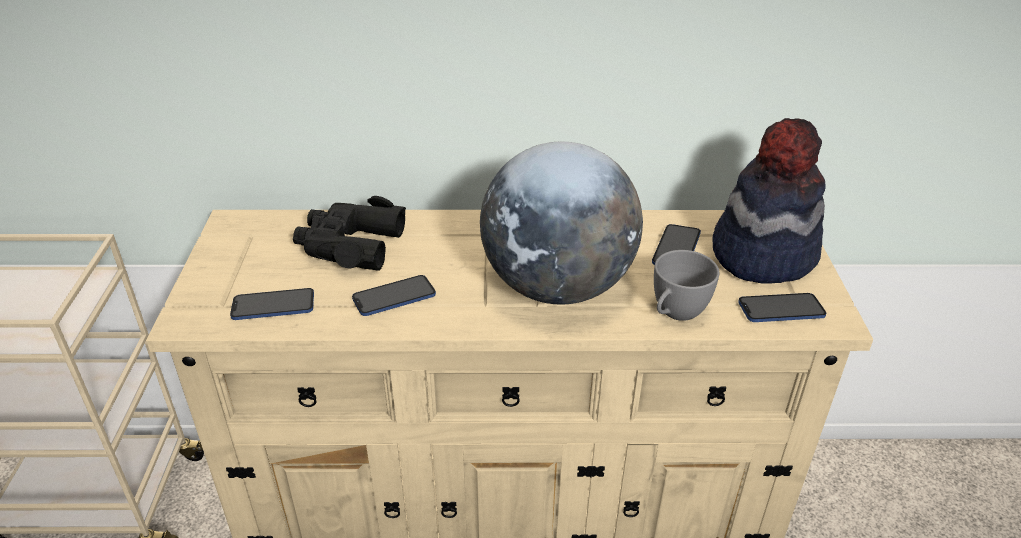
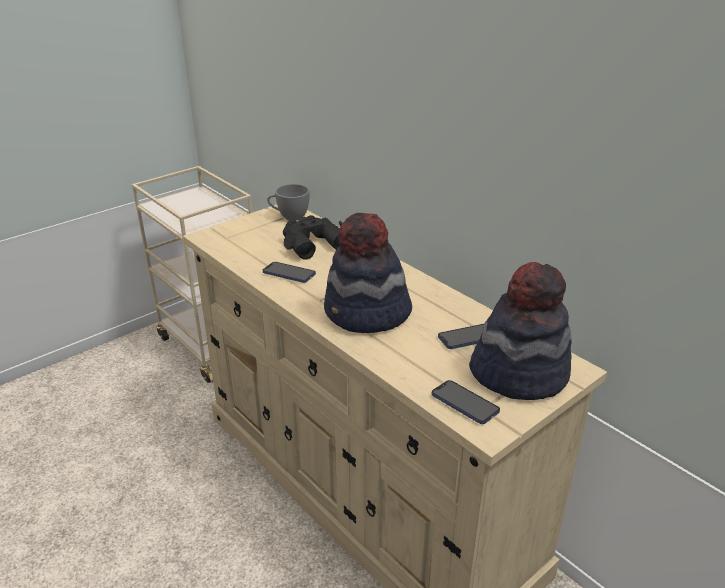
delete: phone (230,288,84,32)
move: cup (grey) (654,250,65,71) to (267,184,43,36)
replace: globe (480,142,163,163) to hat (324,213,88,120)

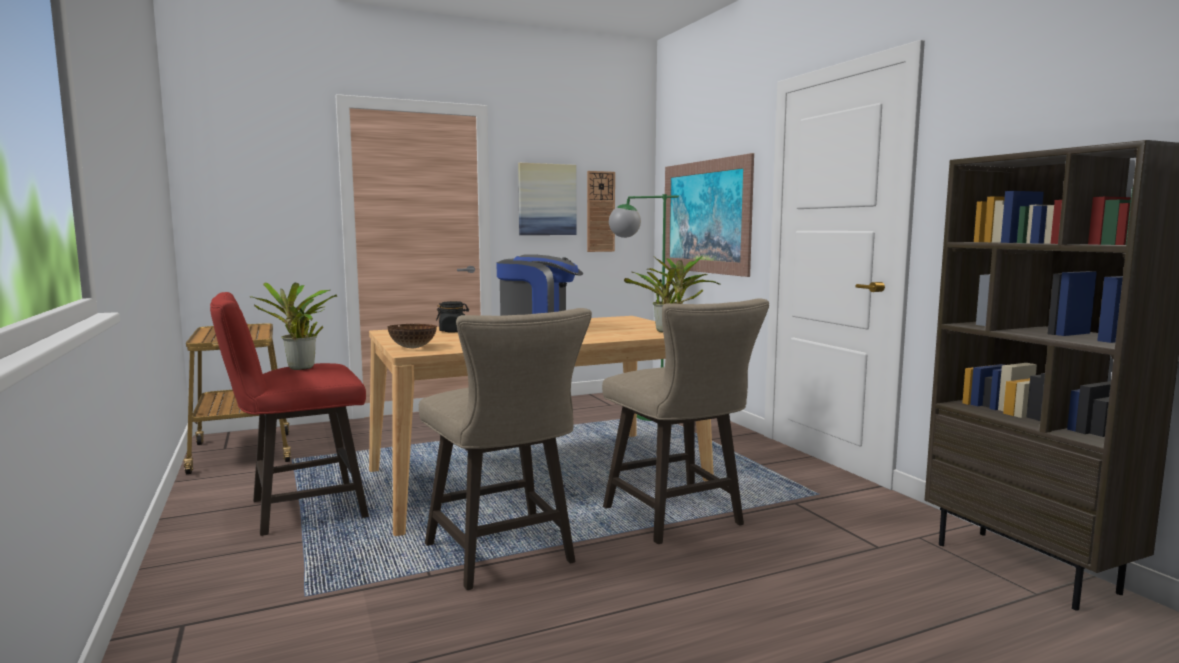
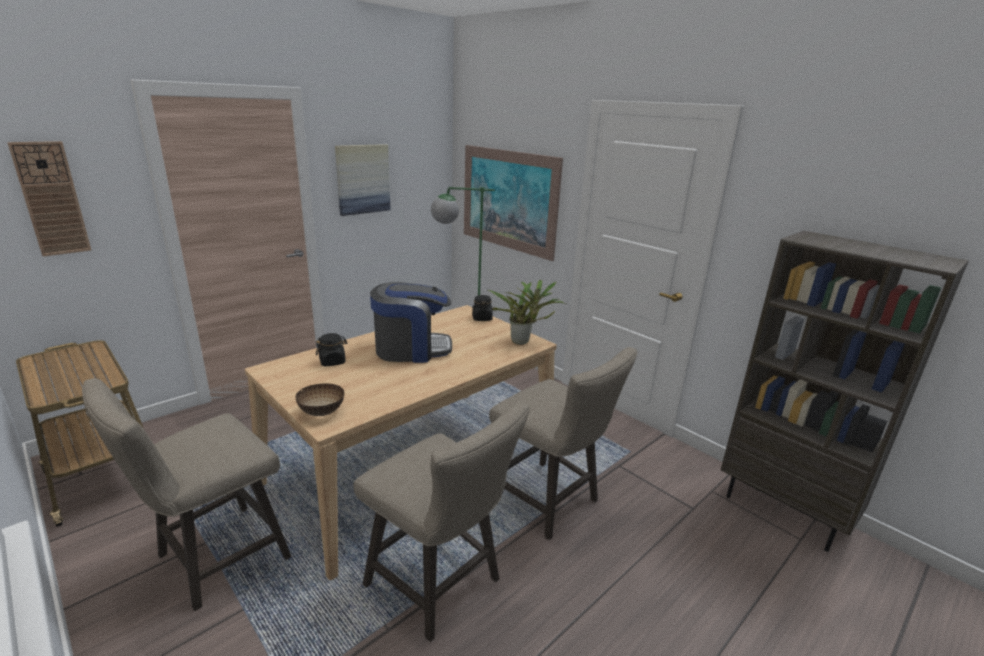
delete: potted plant (250,282,87,88)
insert: jar (black) (472,295,21,26)
move: wall clock (587,171,28,81) to (7,141,84,115)
recolor: stool (red) (210,292,159,244) to stool (beige) (82,378,209,233)

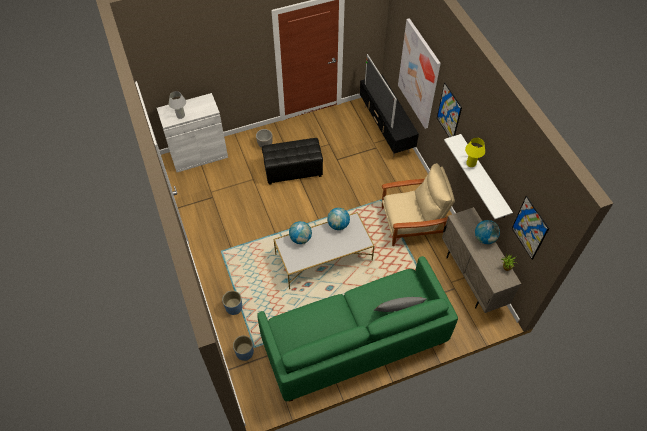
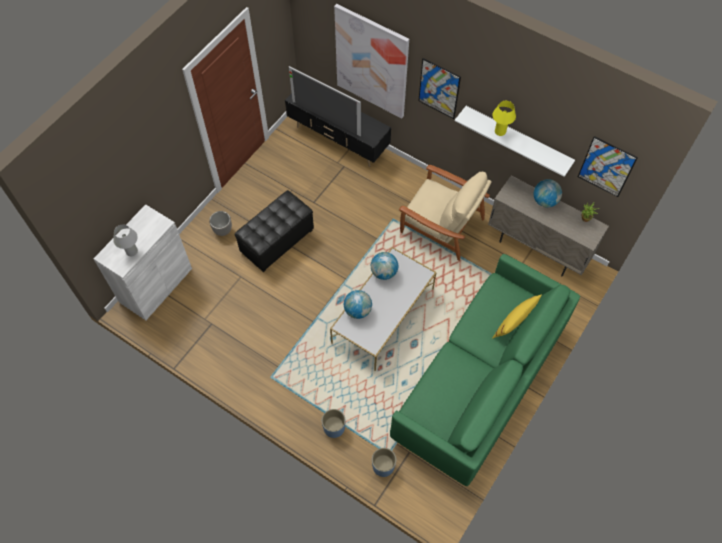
recolor: pillow (grey) (374,297,53,15) to pillow (yellow) (492,294,50,45)
rotate: armchair (beige) (382,163,73,83) = (399,165,93,96) 75 degrees clockwise

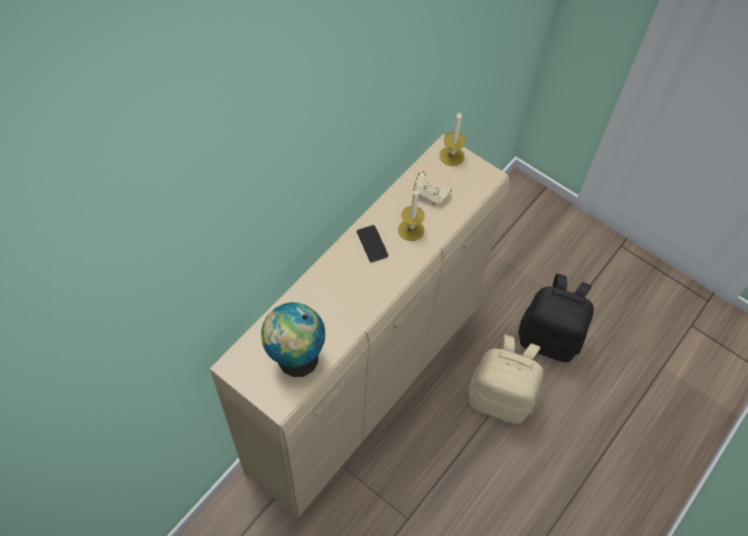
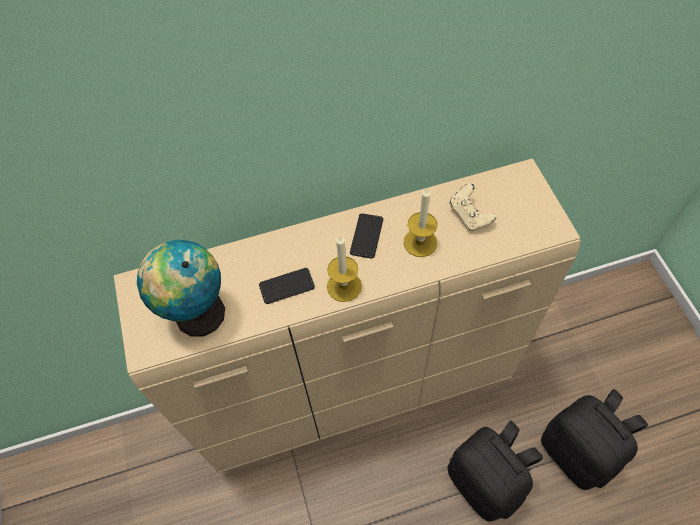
insert: phone (259,268,56,36)
move: candle (440,112,26,54) to (327,236,35,66)
recolor: backpack (beige) (468,335,75,89) to backpack (black) (448,420,95,102)

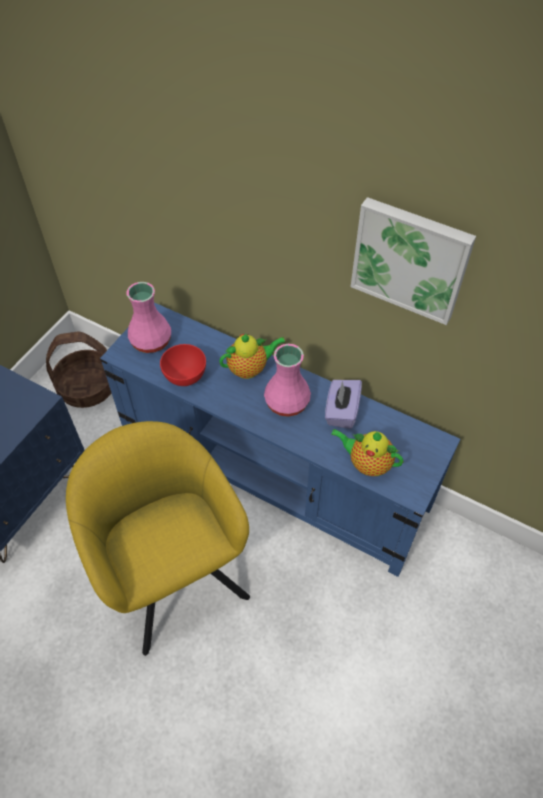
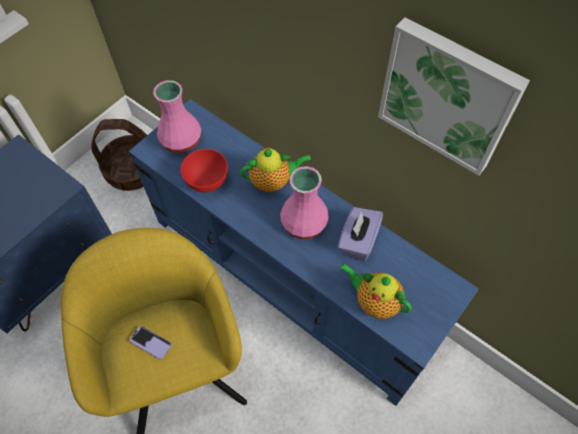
insert: phone (130,326,42,33)

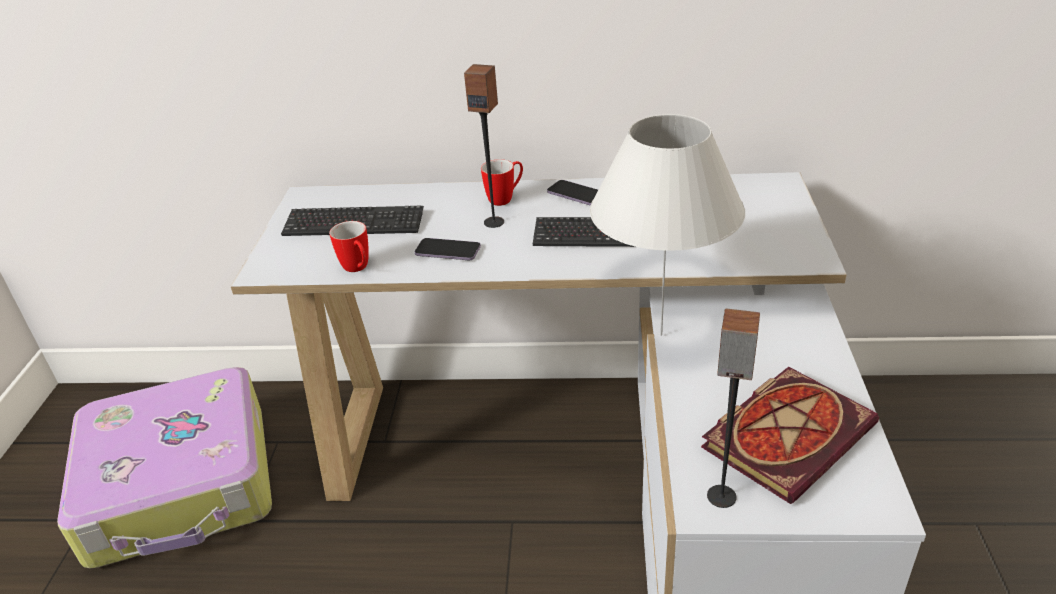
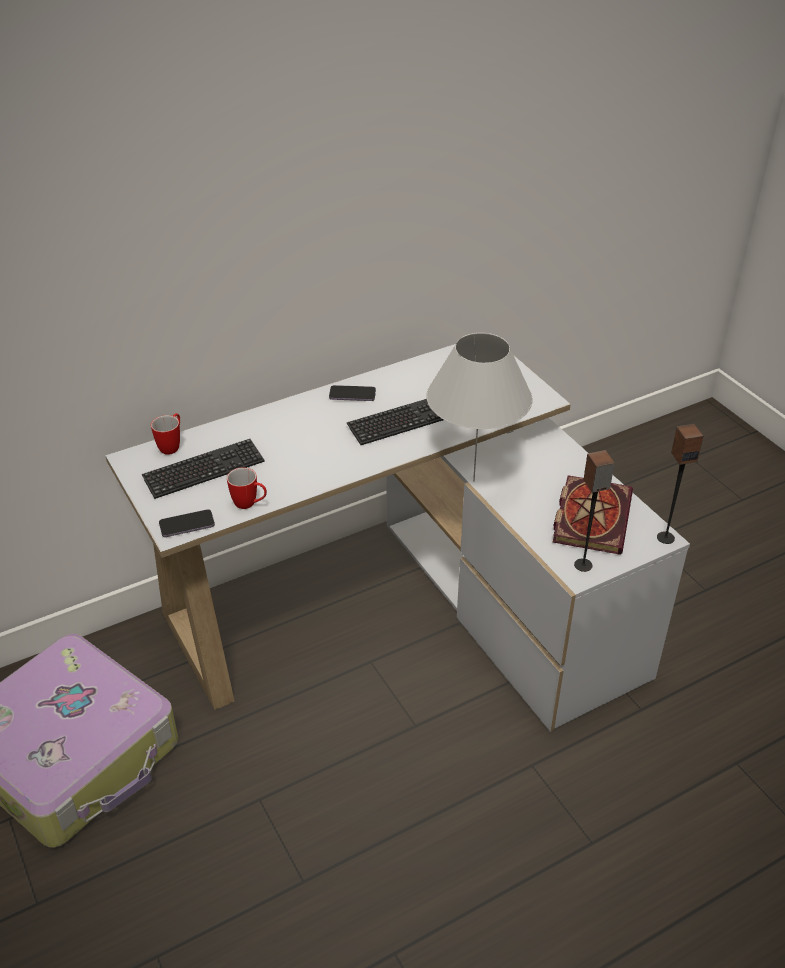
move: speaker (464,64,40,164) to (657,424,46,120); mug (481,159,42,47) to (151,413,29,42); phone (415,238,66,22) to (159,509,56,28)

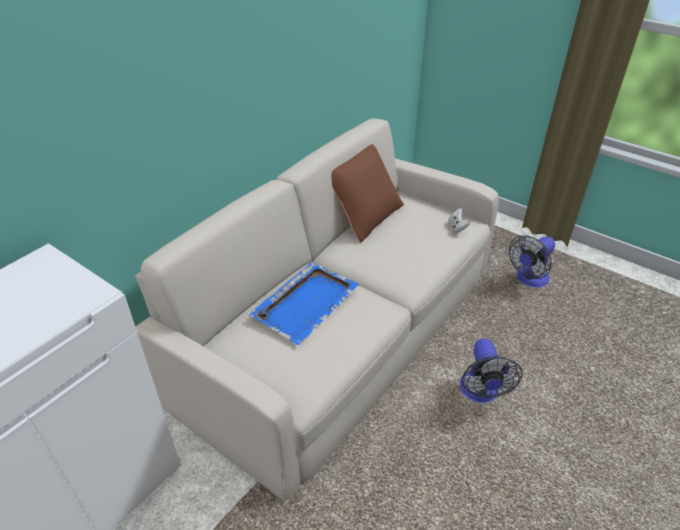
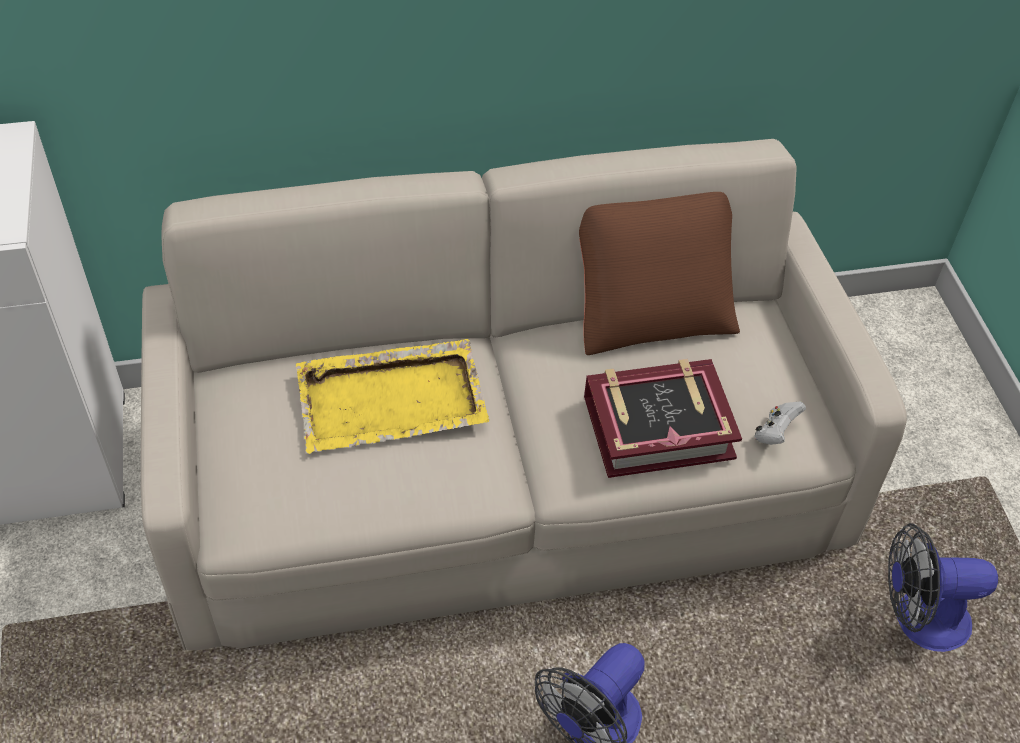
insert: book (584,359,158,119)
recolor: tray (blue) (249,261,110,84) to tray (yellow) (296,339,193,115)

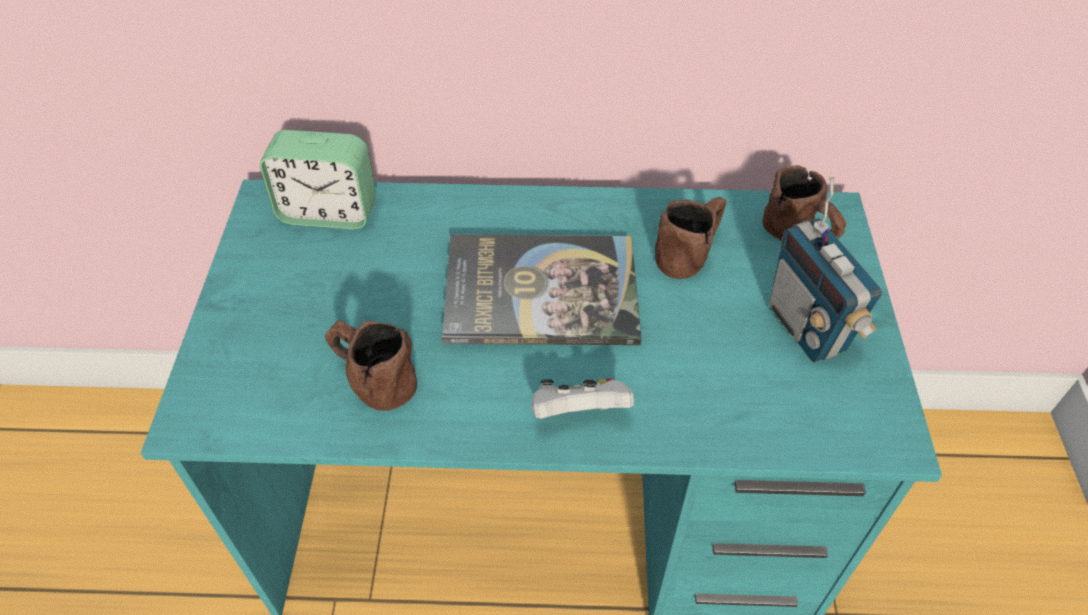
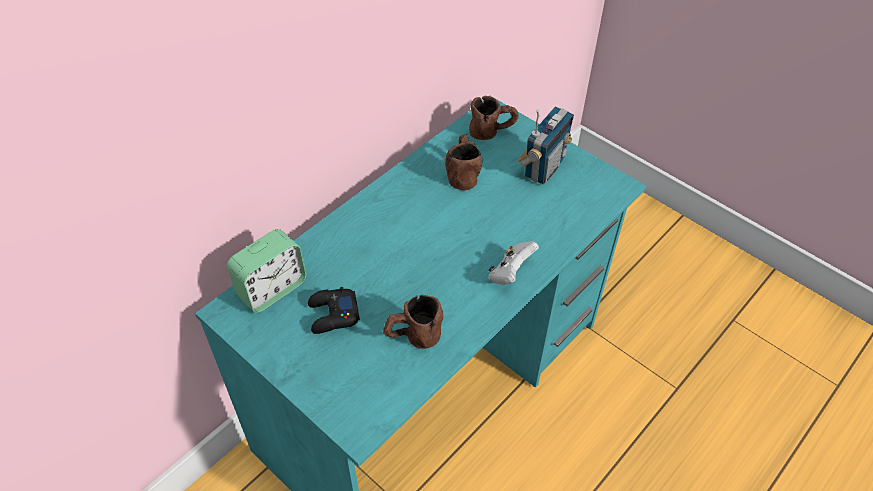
delete: book (442,234,199,111)
insert: game controller (black) (308,287,52,47)
rotate: radio (769,177,113,185) = (518,106,56,78) 75 degrees counterclockwise

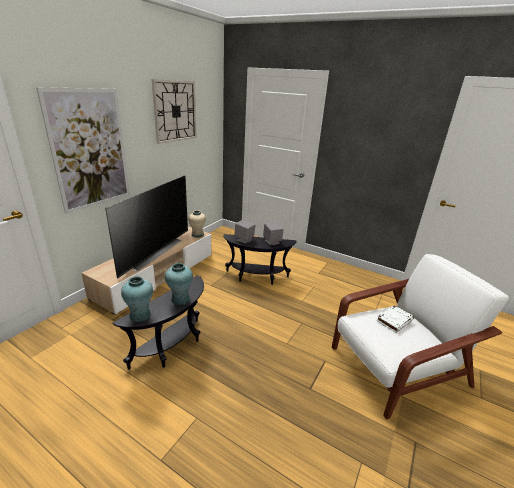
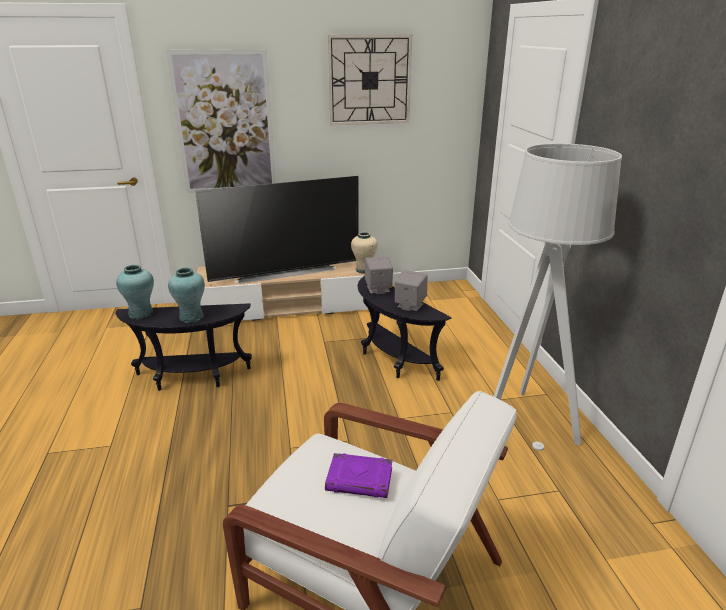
insert: floor lamp (grey) (494,143,128,308)
recolor: book (white) (376,305,38,28) to book (purple) (325,453,68,45)

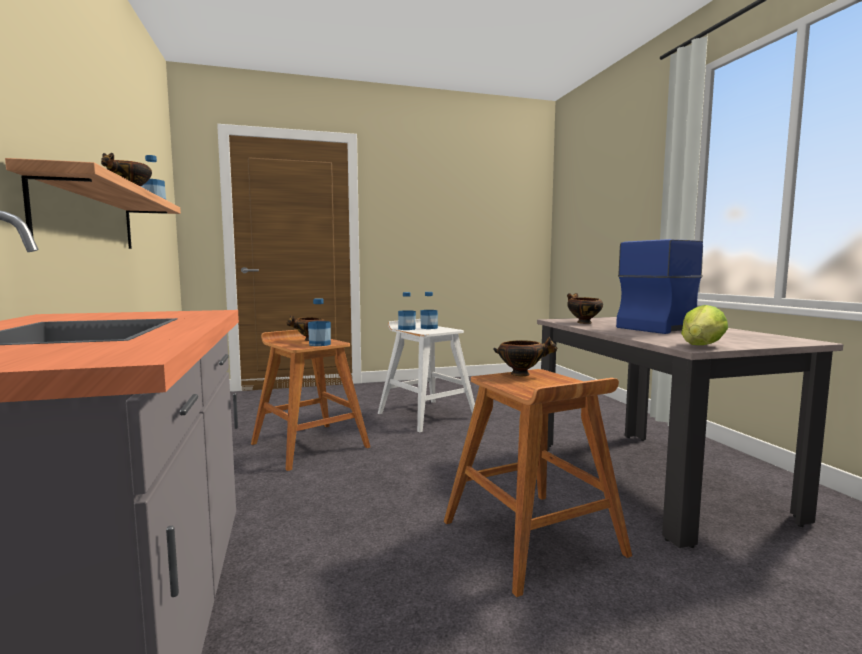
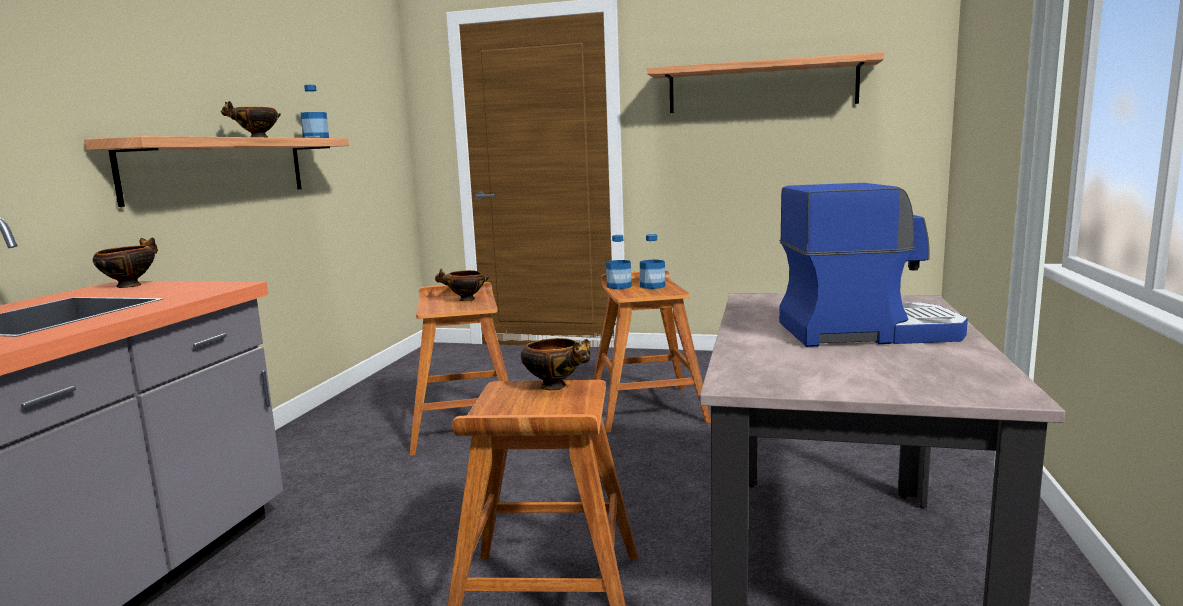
delete: bottle (308,298,23,48); lettuce (681,305,47,40)
insert: shelf (648,52,236,61)
move: bowl (567,293,36,31) to (93,238,65,50)
recolor: stool (white) (378,319,97,114) to stool (brown) (593,270,118,162)

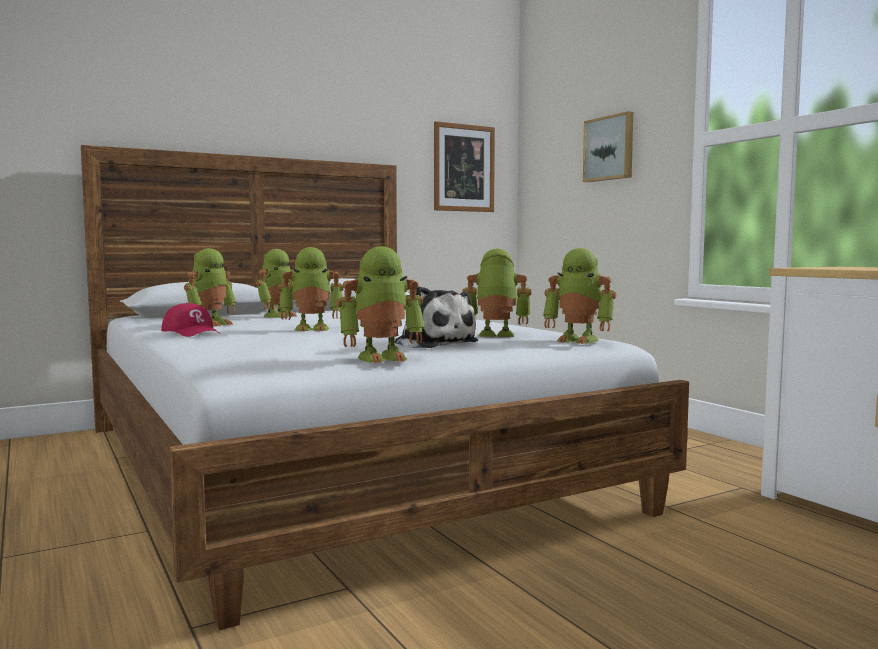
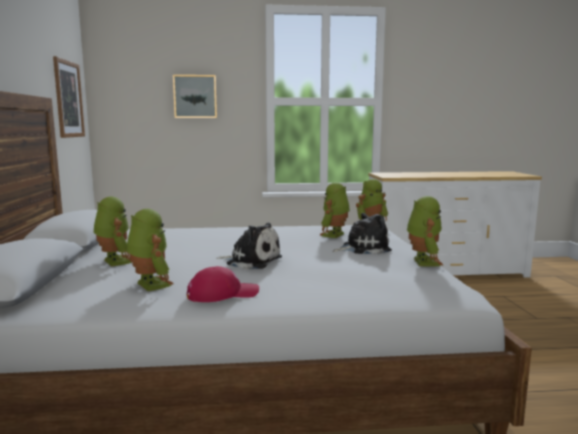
replace: toy robot (278,247,66,85) to plush toy (216,222,66,47)

